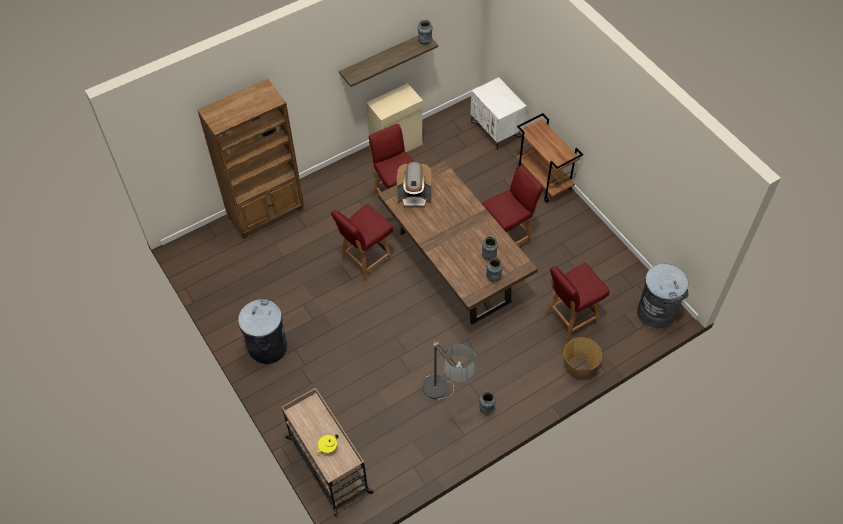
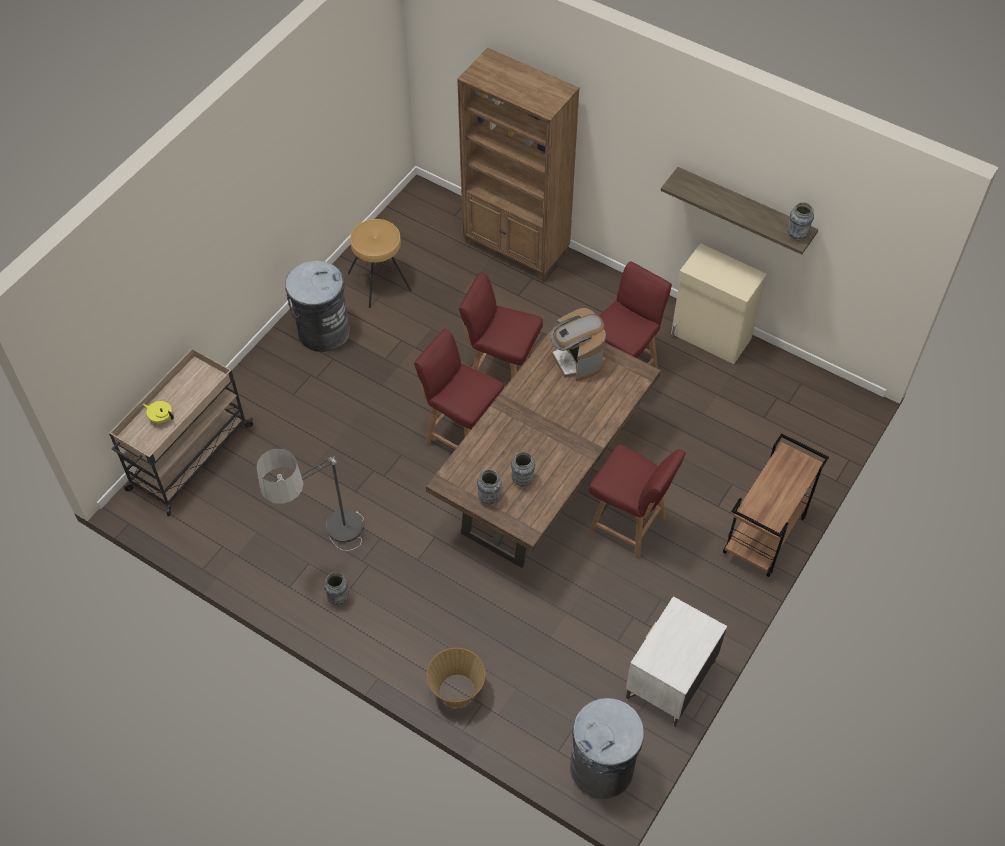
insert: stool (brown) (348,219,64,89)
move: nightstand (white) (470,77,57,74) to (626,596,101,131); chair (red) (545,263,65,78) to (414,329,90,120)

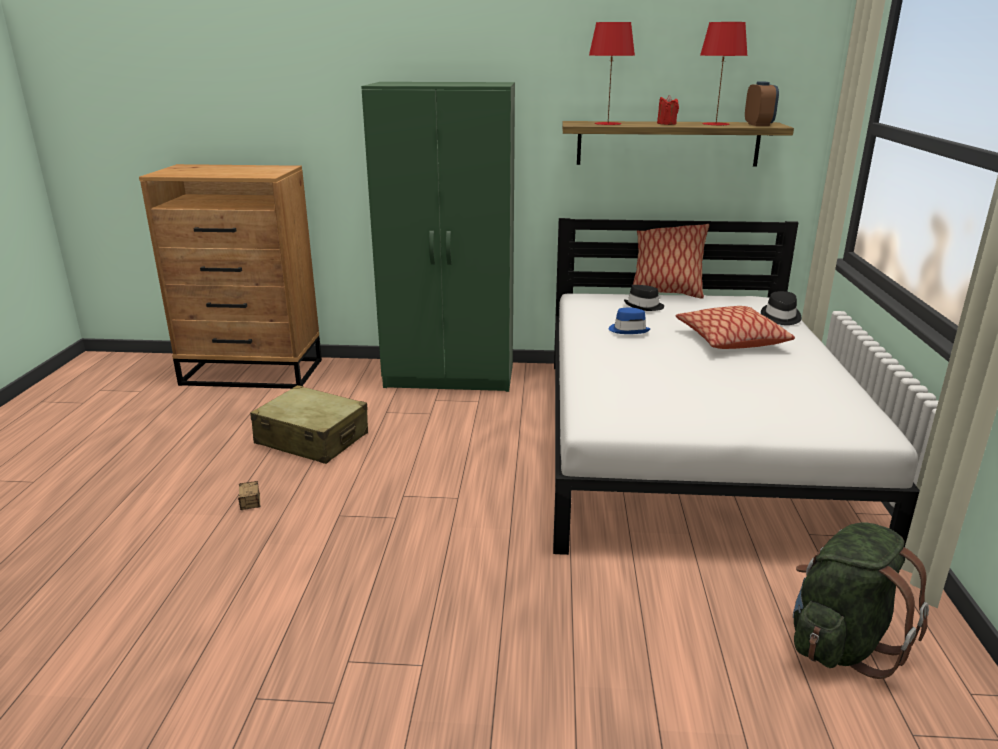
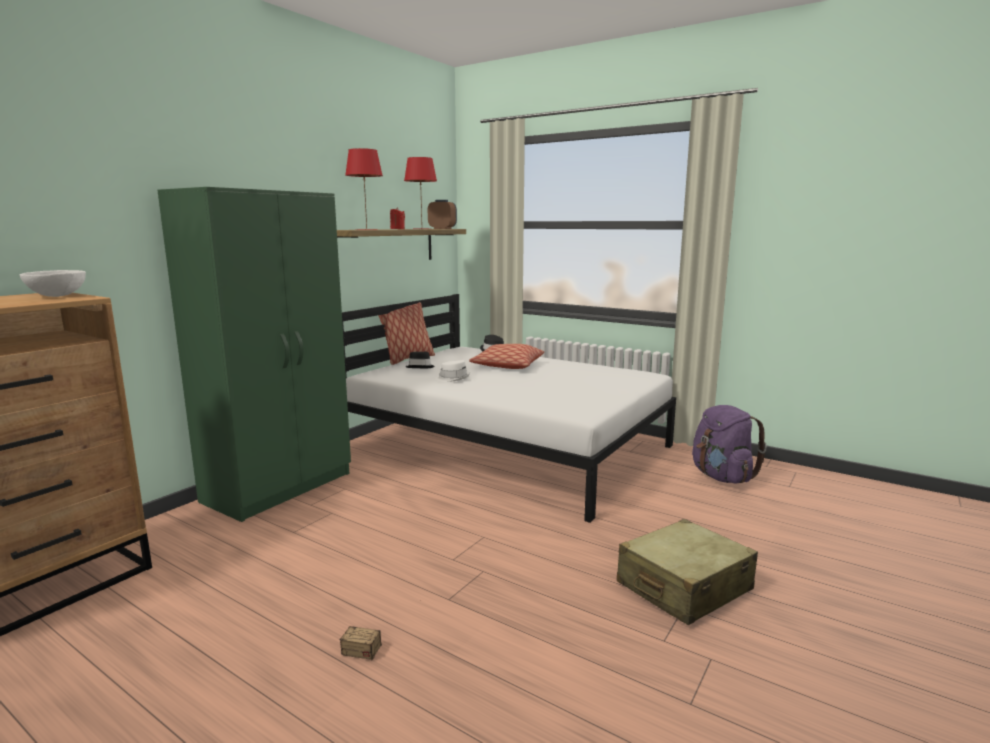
insert: bowl (white) (20,270,66,27)
move: suitcase (beige) (250,385,118,79) to (617,519,141,106)
recolor: hat (blue) (609,307,42,27) to hat (white) (435,360,35,22); backpack (green) (793,522,136,157) to backpack (purple) (692,405,75,79)

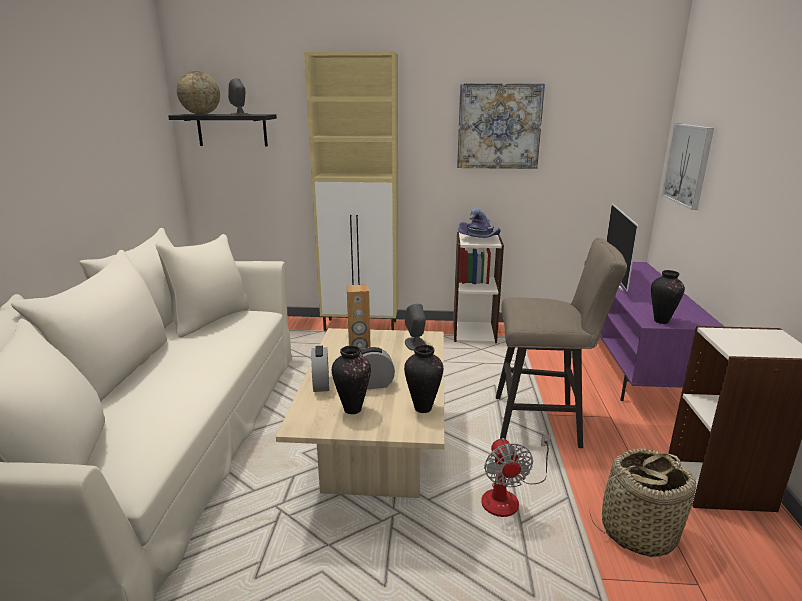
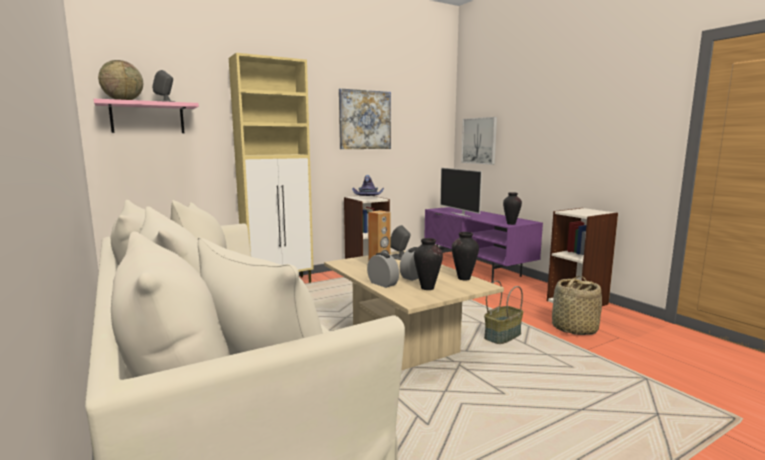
delete: stool (beige) (496,238,131,210)
replace: fan (481,434,70,83) to basket (484,281,39,63)
recolor: shelf (black) (168,114,109,33) to shelf (pink) (94,99,105,34)

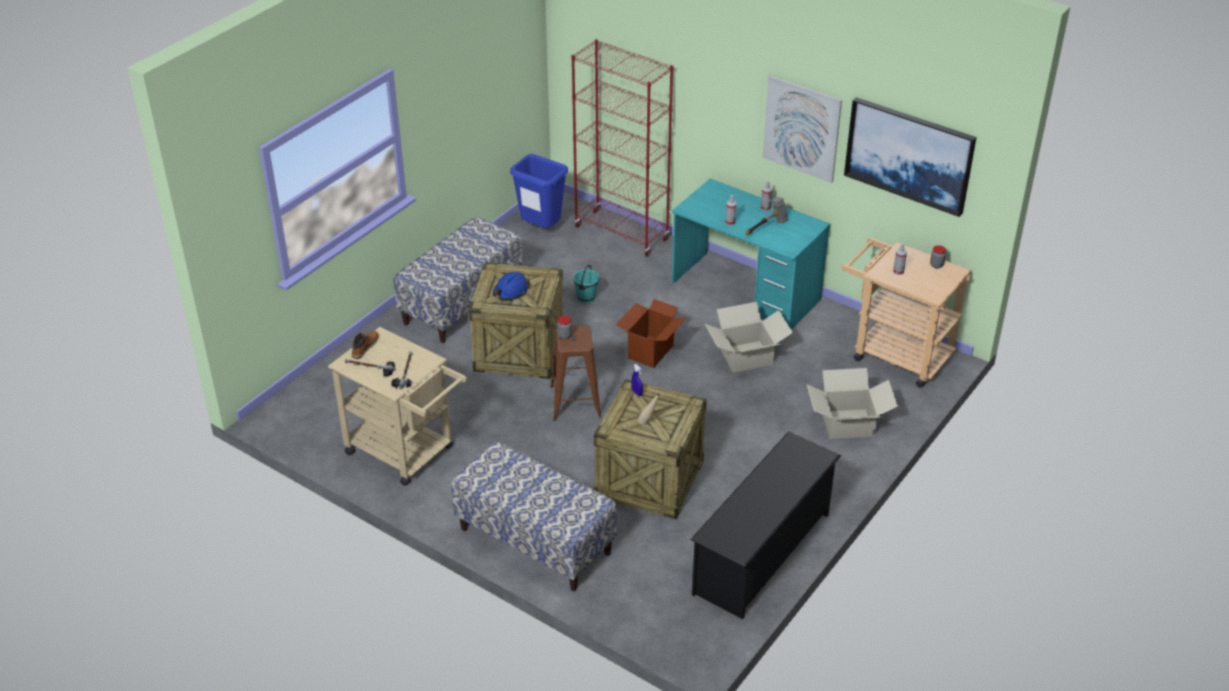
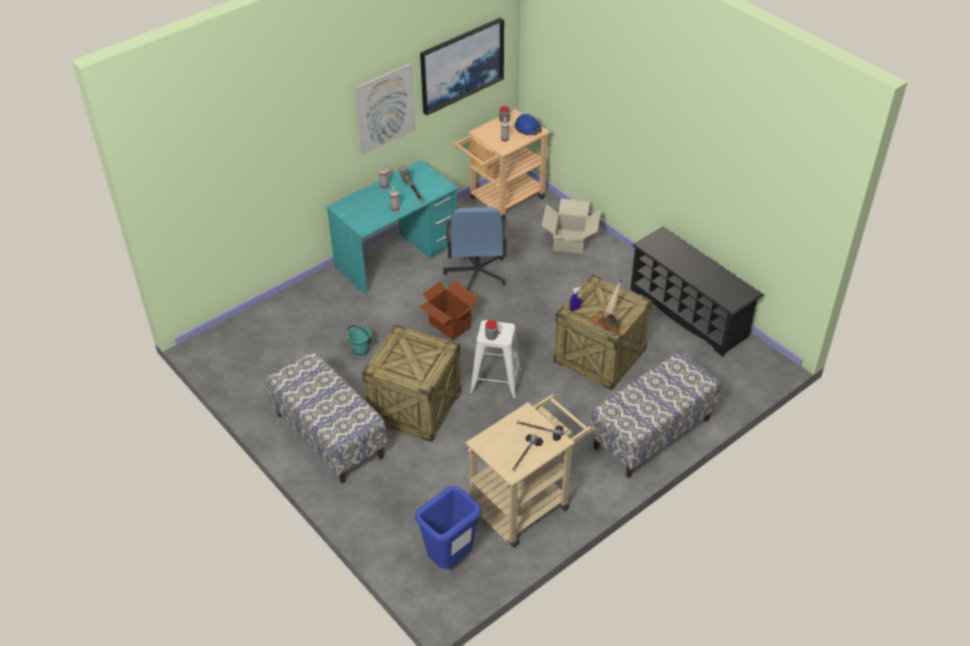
delete: bookcase (red) (571,39,102,217)
move: trash can (blue) (510,154,58,74) to (415,486,66,83); hard hat (blue) (493,272,37,28) to (515,114,27,21); boot (352,331,27,28) to (590,314,30,22)
replace: cardboard box (705,302,88,70) to office chair (blue) (443,207,65,84)
recolor: stool (brown) (550,325,52,96) to stool (white) (470,320,52,80)

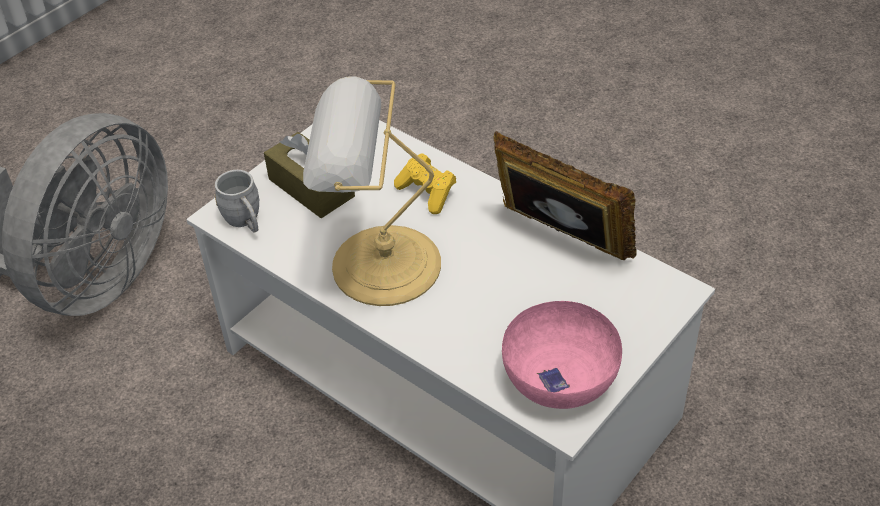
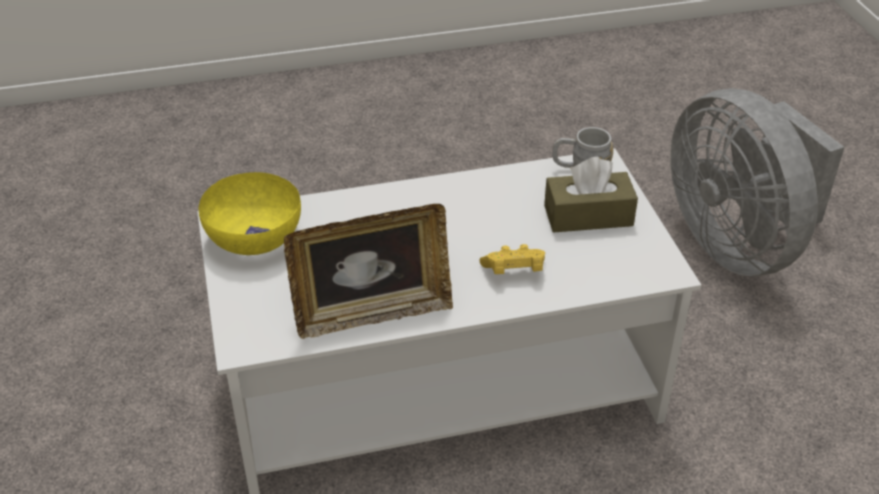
delete: table lamp (303,76,138,230)
recolor: bowl (pink) (502,301,120,108) to bowl (yellow) (198,172,103,83)

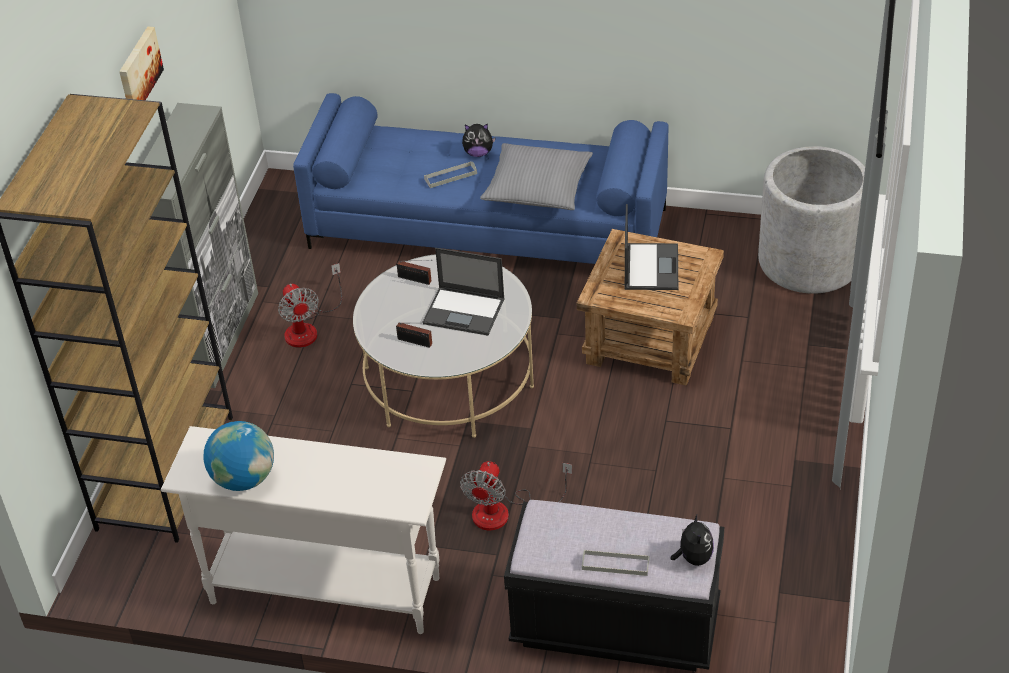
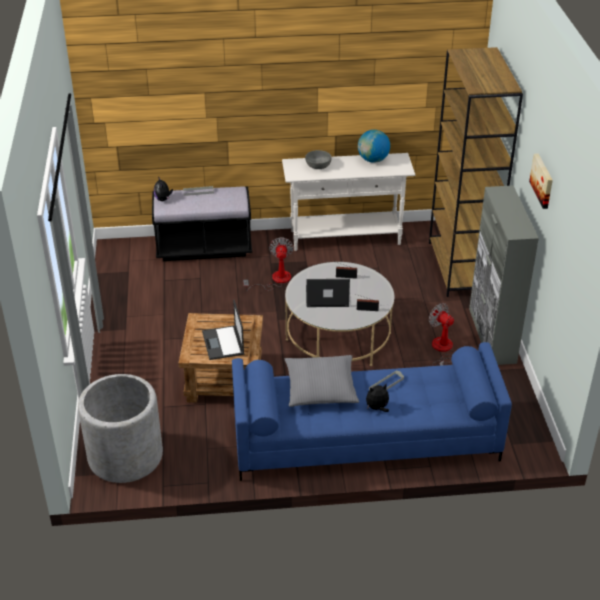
insert: bowl (grey) (305,150,26,19)

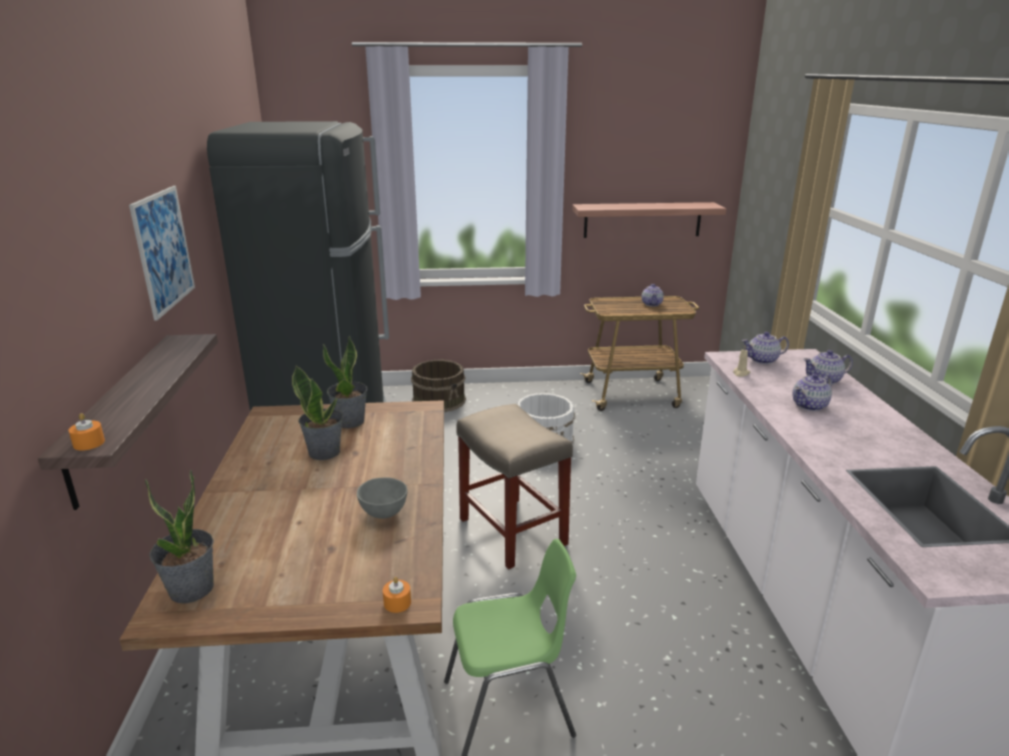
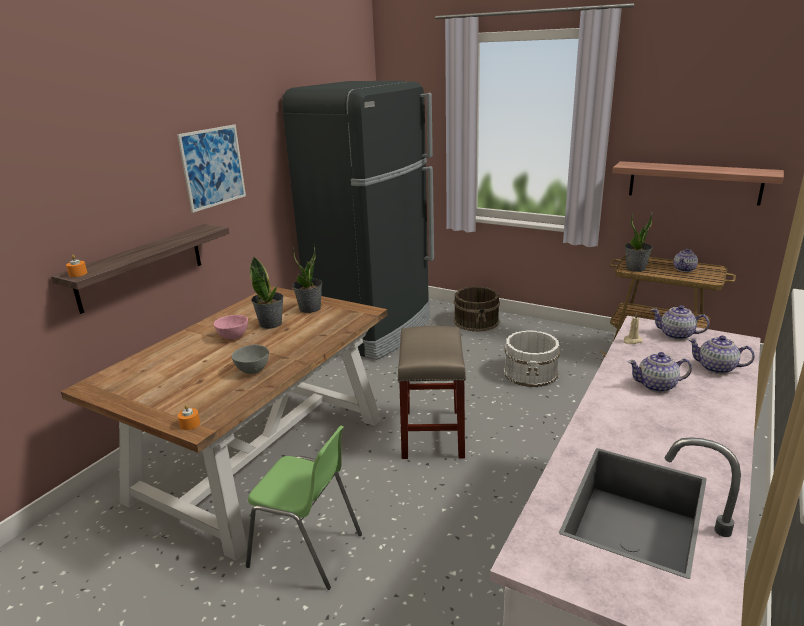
insert: bowl (pink) (214,315,34,25)
move: potted plant (145,470,69,134) to (625,212,28,60)

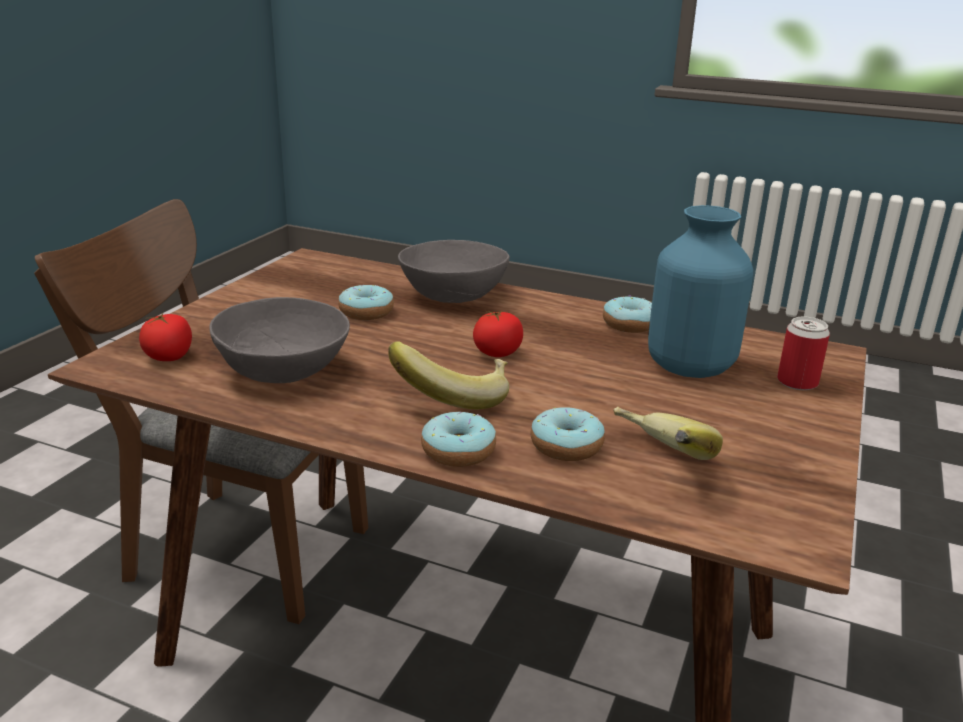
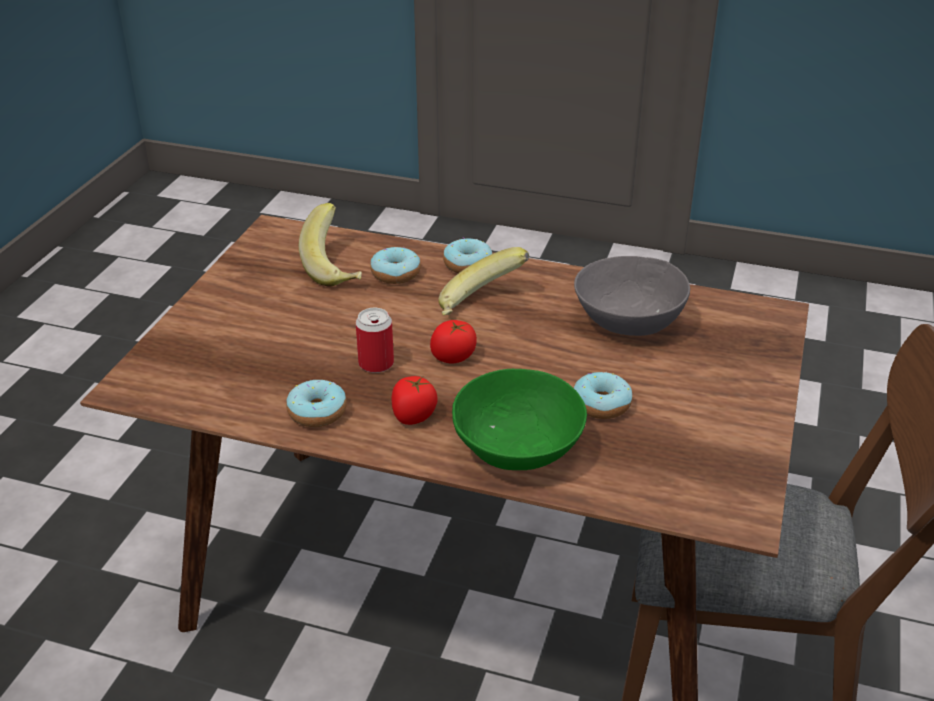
delete: vase (blue) (648,205,105,173)
move: tomato (139,314,53,47) to (392,376,46,49); can (777,316,53,74) to (356,308,38,65)
recolor: bowl (grey) (398,240,112,63) to bowl (green) (452,369,135,101)

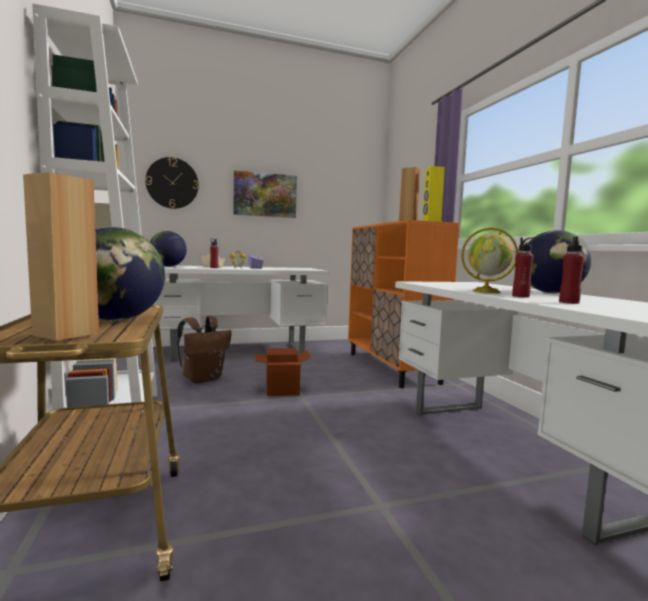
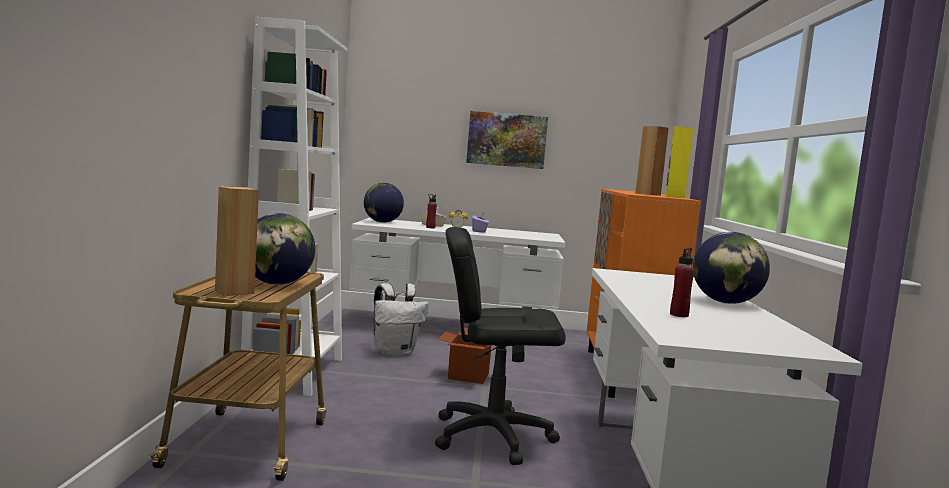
delete: wall clock (145,157,54,52); globe (461,228,57,65); bottle (red) (512,237,23,61)
insert: office chair (black) (435,227,131,238)
recolor: backpack (brown) (177,316,55,67) to backpack (white) (373,283,56,72)

